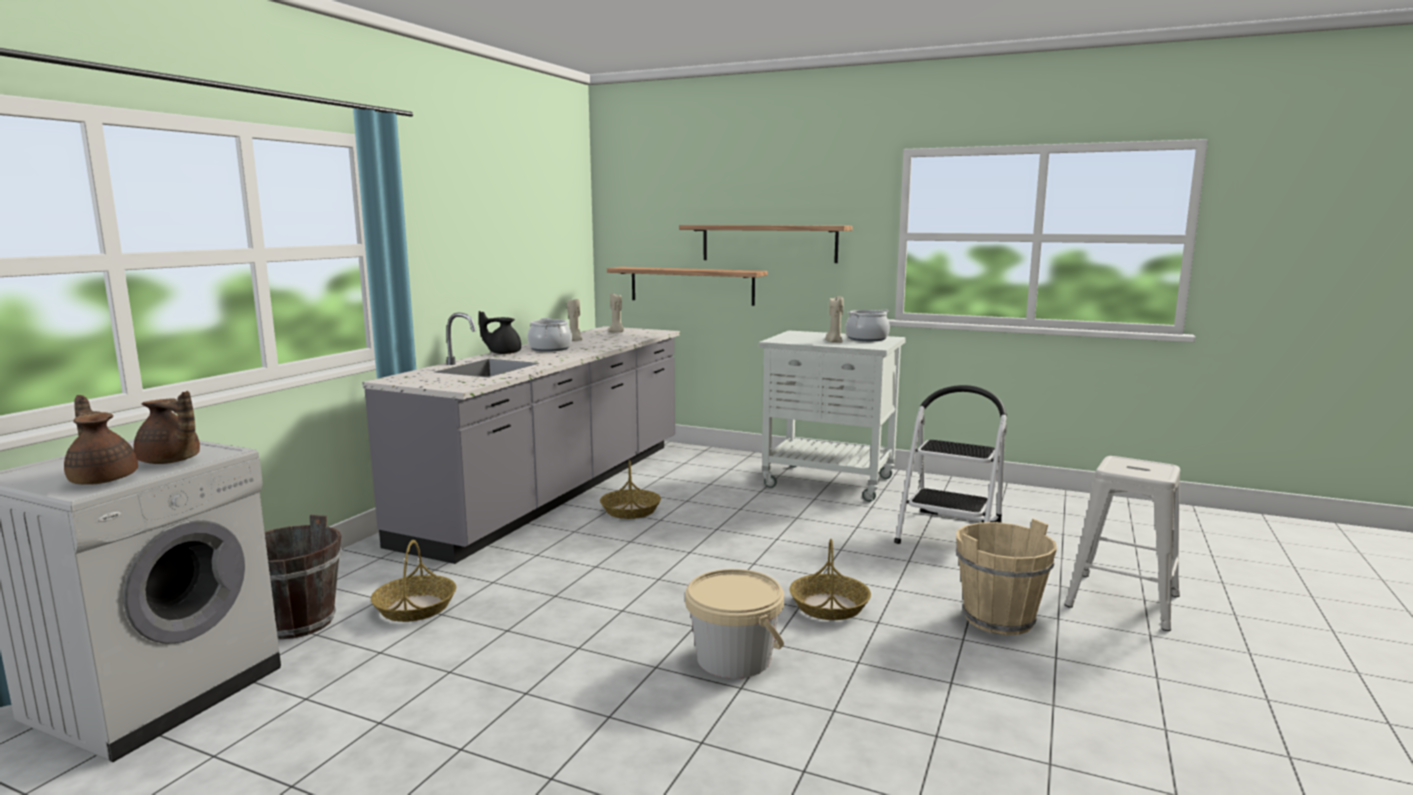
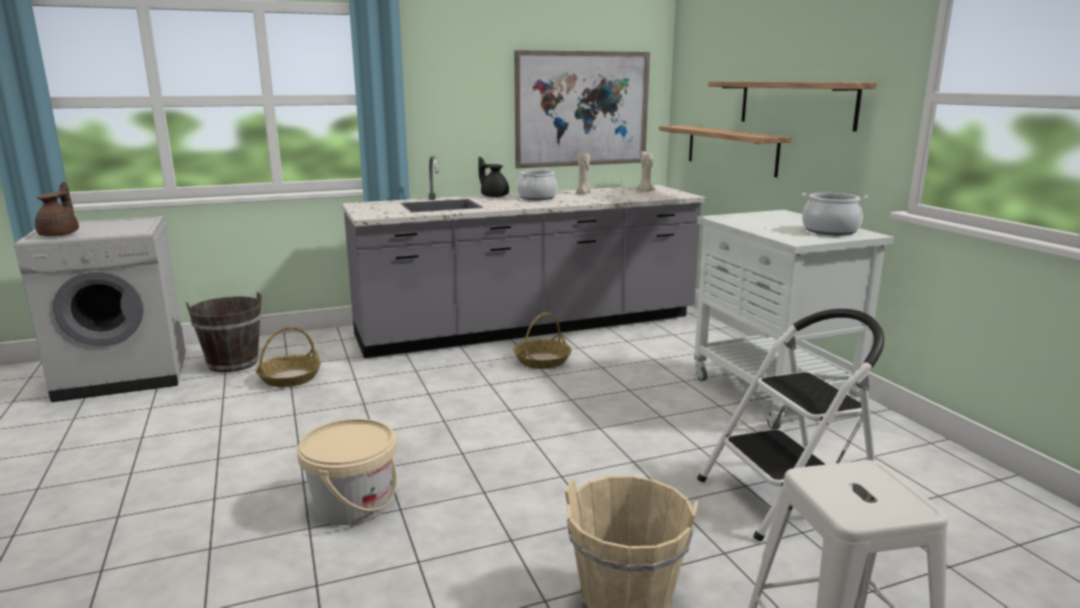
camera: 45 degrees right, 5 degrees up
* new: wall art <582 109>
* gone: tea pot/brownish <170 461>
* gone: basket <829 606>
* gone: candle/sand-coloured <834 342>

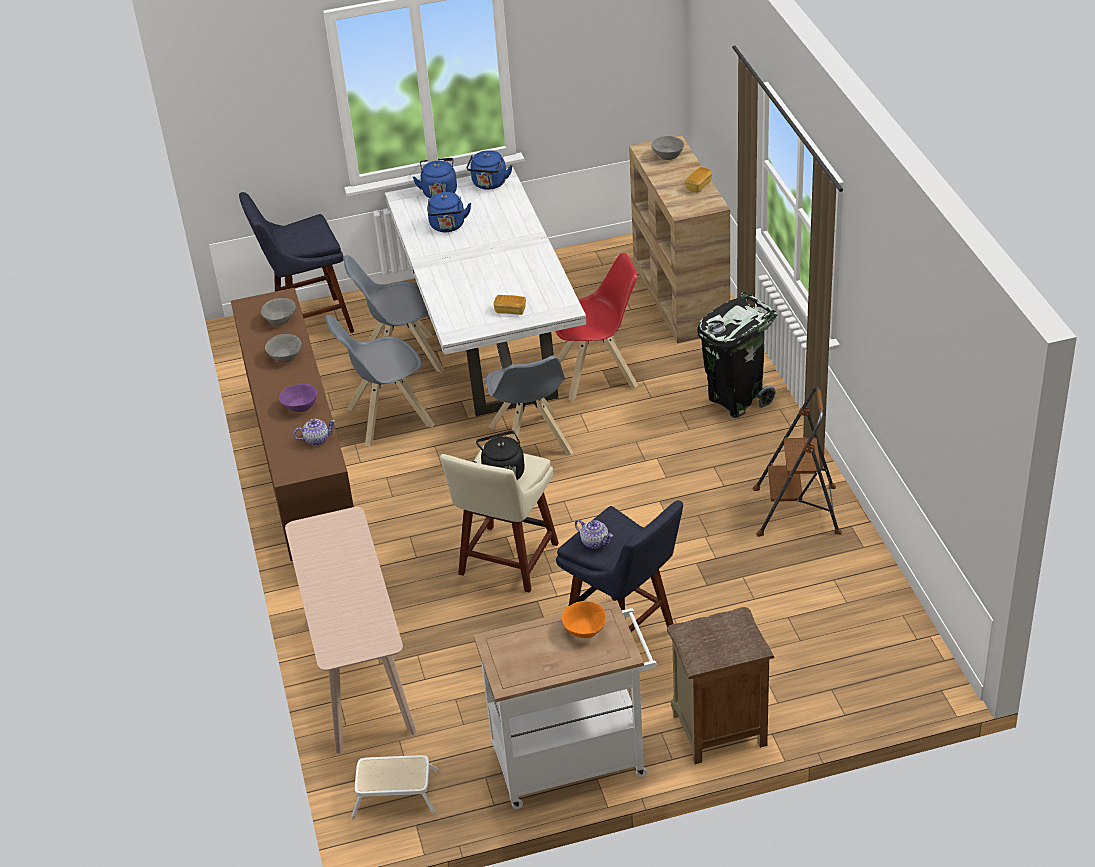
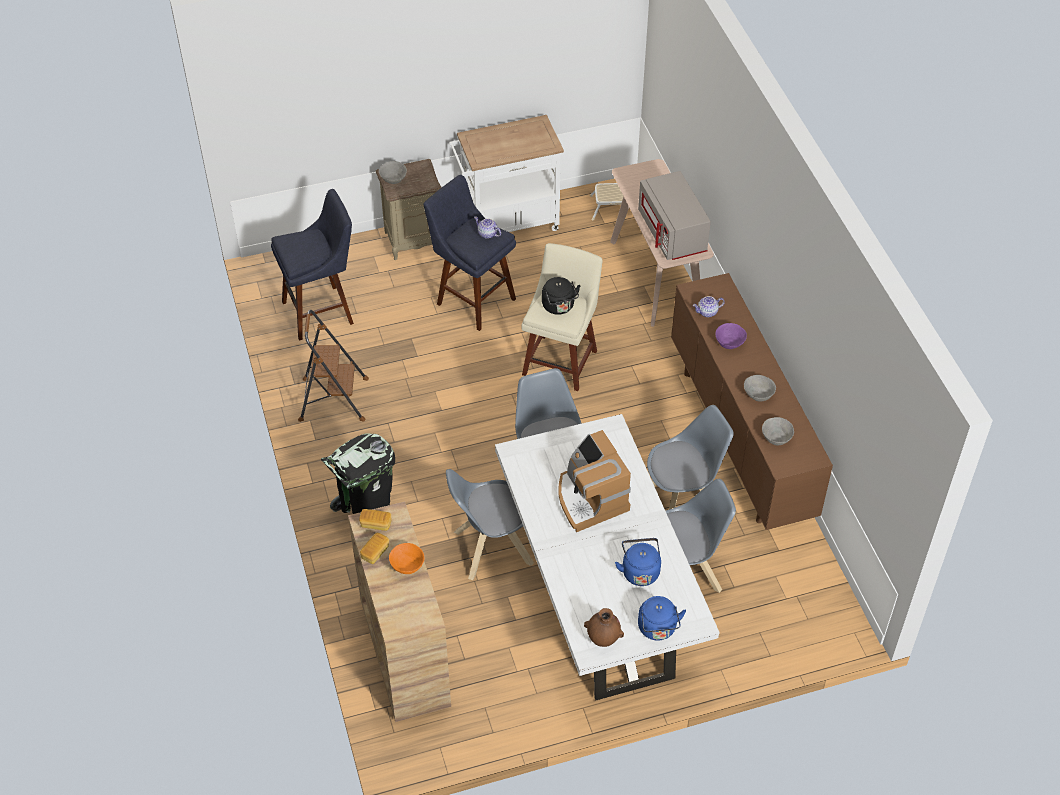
camera: 175 degrees right, 10 degrees up
* shifted: sitting stool/blue-coloured <308 324> to <322 311>
* shifted: bakery bread <510 310> to <376 524>
* shifted: bowl/greyish <668 156> to <393 179>
* shifted: bowl/orange-coloured <584 630> to <408 566>
* repainted: plain chair/red-coloured <598 374> to plain chair/greyish <490 548>
* new: coffee brewer <589 498>
* swapped: kettle/blue-coloured <489 184> to decorative vase/brownish <603 639>
* new: kitchen microwave/greyish <672 233>

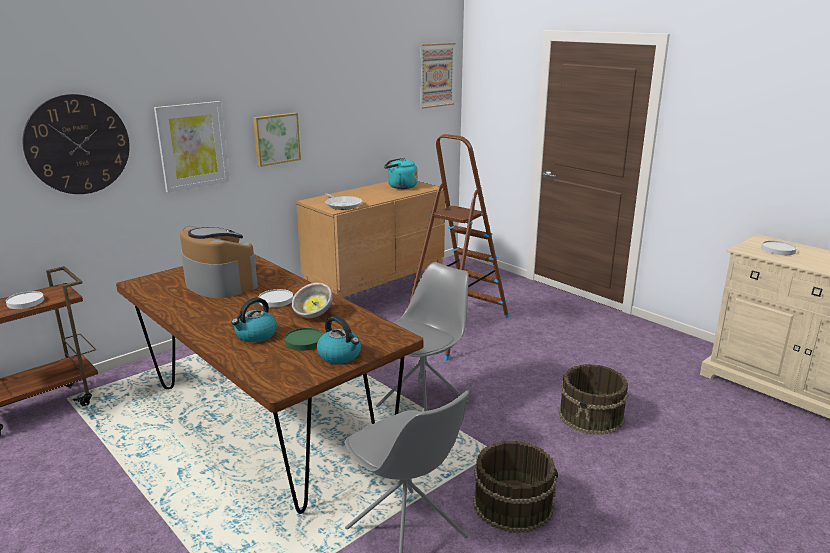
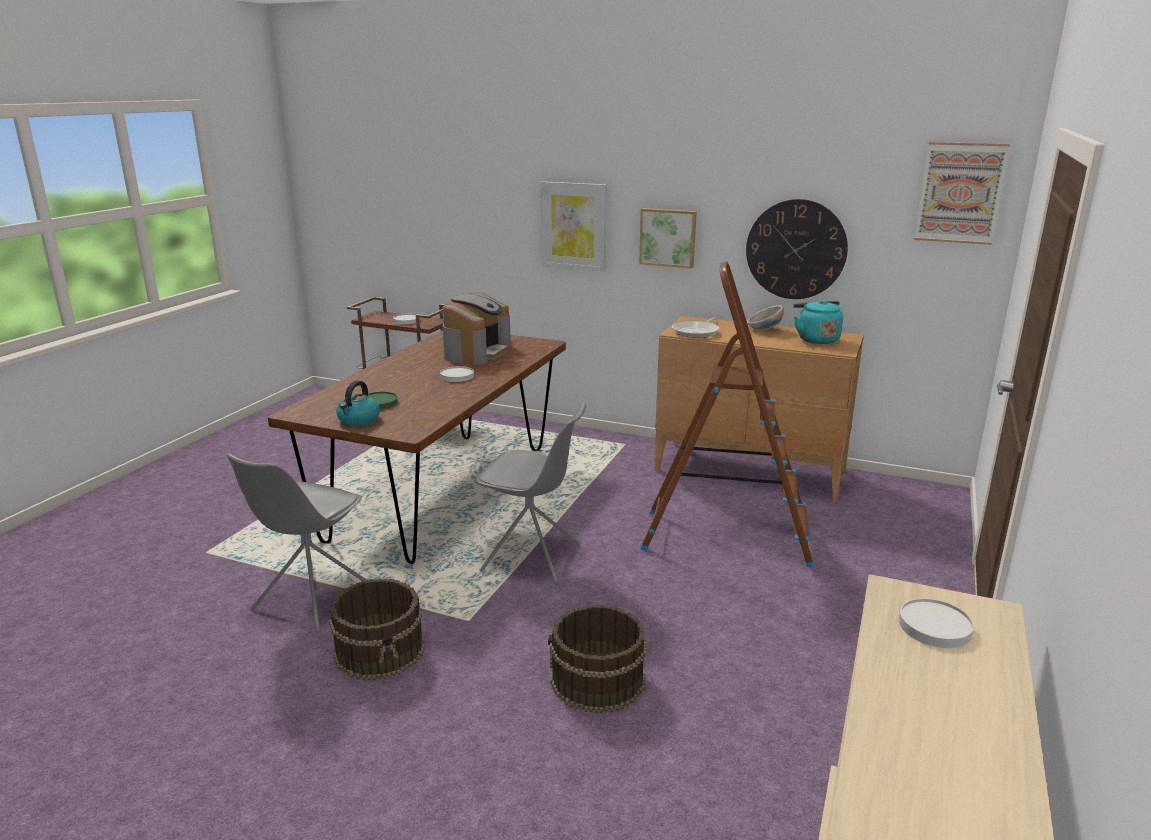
camera: 65 degrees right, 0 degrees up
* shifted: hanging clock <78 145> to <796 249>
* shifted: bowl <313 314> to <764 330>
* gone: kettle <255 335>

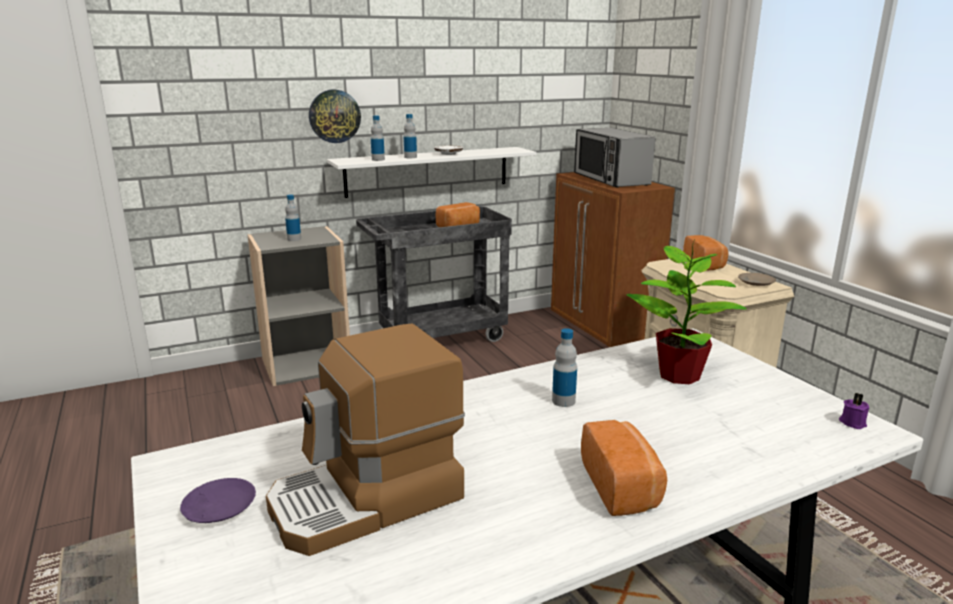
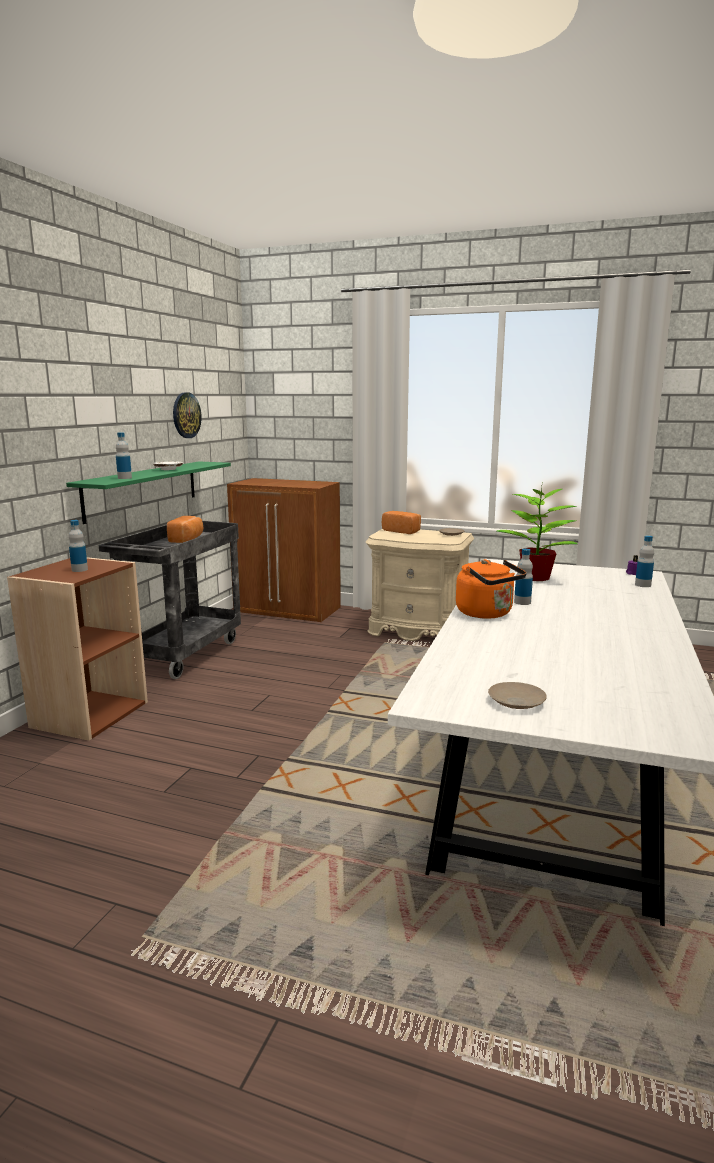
camera: 45 degrees left, 5 degrees down
* repainted: bookshelf/greyish <307 364> to bookshelf/brownish <90 713>
* repainted: shelf/white-coloured <428 171> to shelf/green <143 489>
* shifted: hanging clock <334 116> to <186 415>
* new: kettle/orange-coloured <487 614>
* repainted: plate/purplish <219 508> to plate/sand-coloured <516 702>
* shifted: bottle <410 157> to <643 585>
* gone: coffee brewer <368 500>
* gone: kitchen microwave <610 179>
* gone: bakery bread <622 486>

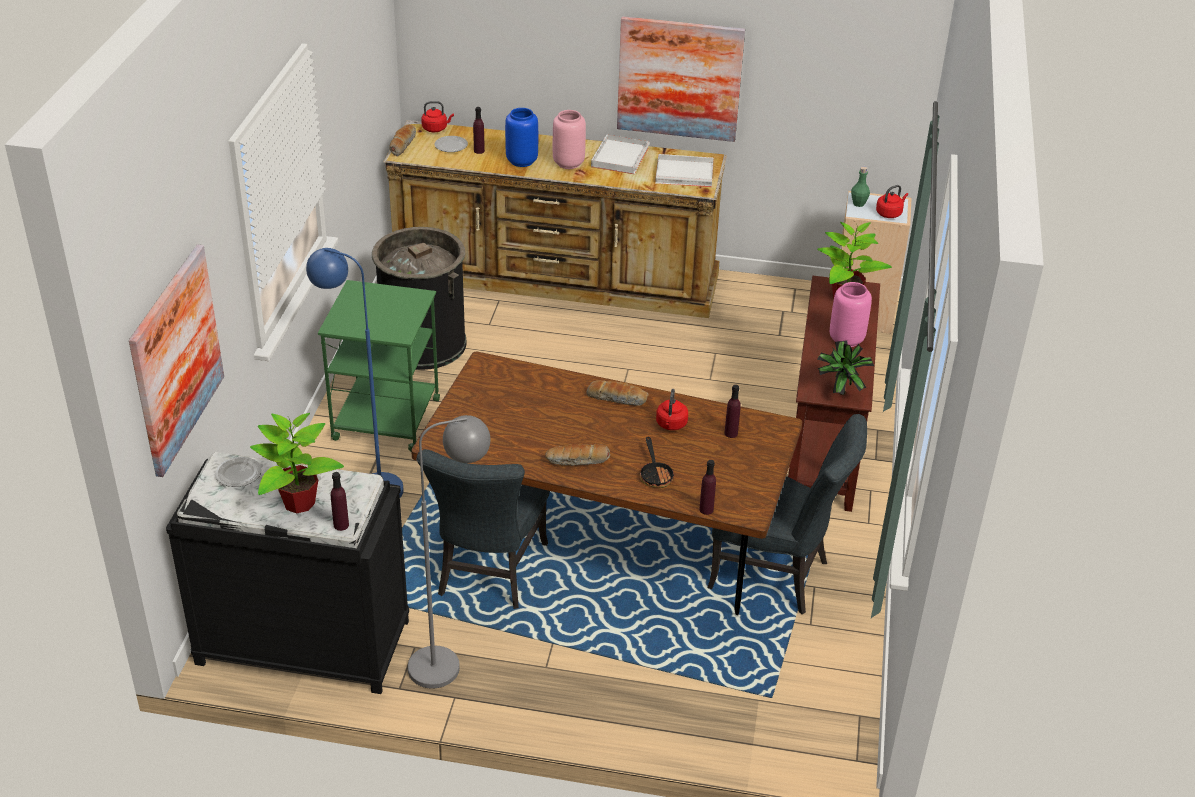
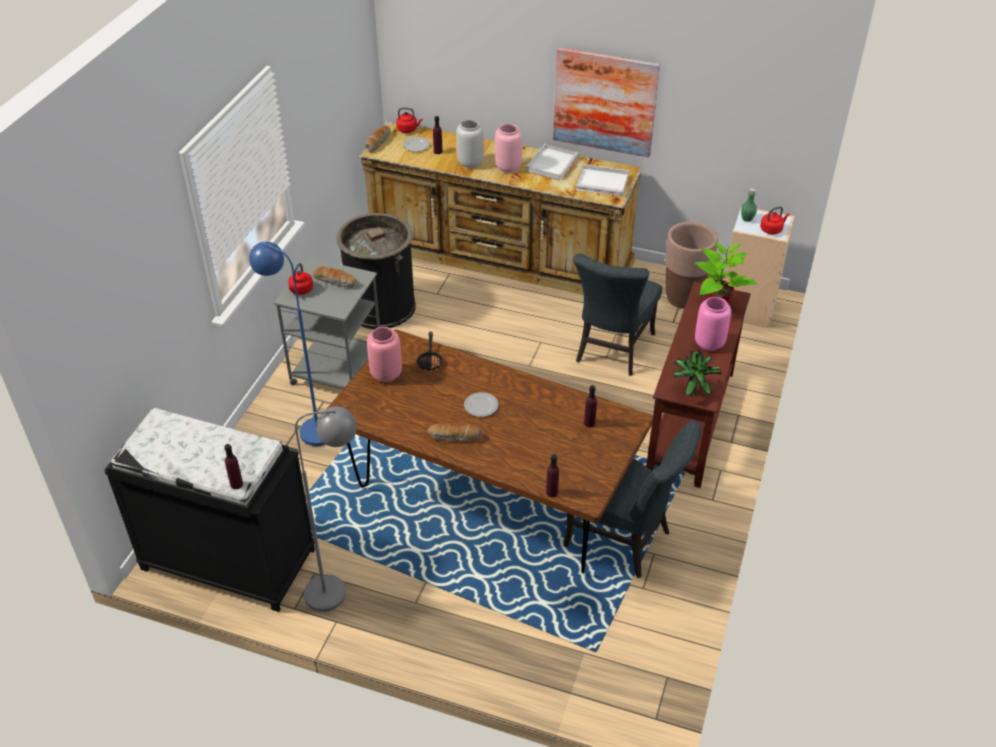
camera: 10 degrees right, 5 degrees up
* repainted: trolley/green <386 417> to trolley/greyish <337 369>
* shifted: kettle/red-coloured <671 425> to <300 290>
* shifted: bakery bread <617 398> to <336 281>
* new: decorative vase/pinkish <386 374>
* shifted: pan <655 474> to <430 361>
* repainted: decorative vase/blue-coloured <521 161> to decorative vase/greyish <470 163>
* shifted: plate <238 474> to <481 406>
* shifted: plain chair/greyish <488 574> to <612 350>
* new: plant pot/brownish <683 298>
* gone: wall art <176 359>
* gone: potted plant <298 502>

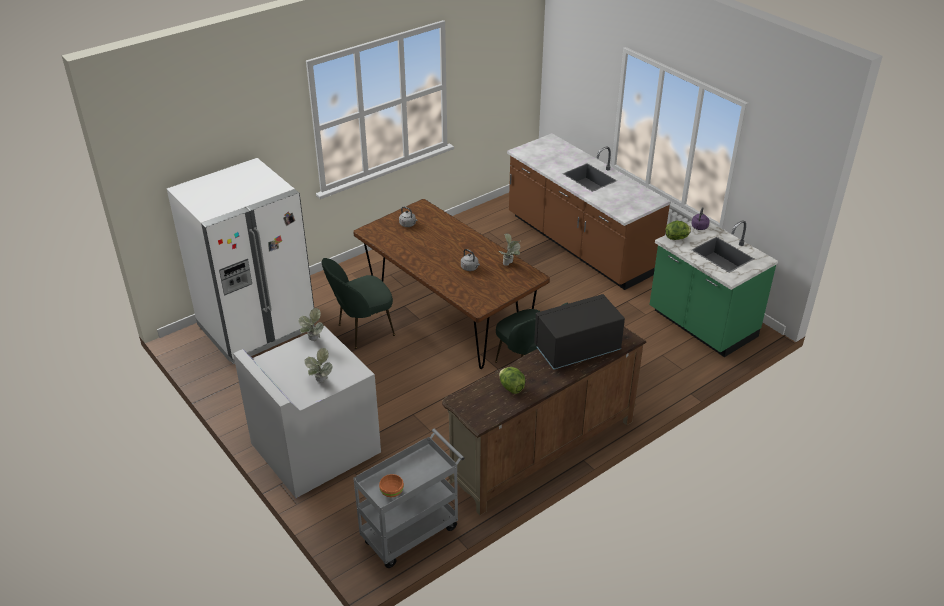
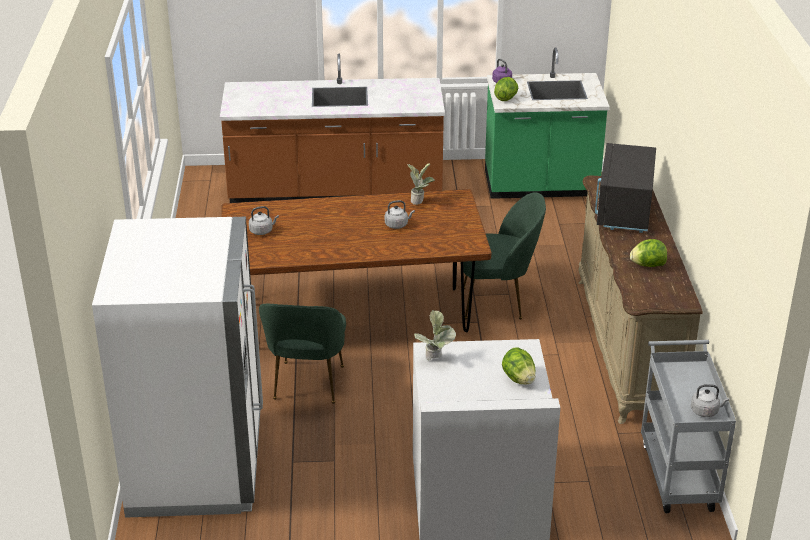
camera: 55 degrees left, 5 degrees down
* swapped: potted plant <320 383> to lettuce head <519 379>
* swapped: bowl/orange-coloured <392 492> to kettle/greyish <706 411>

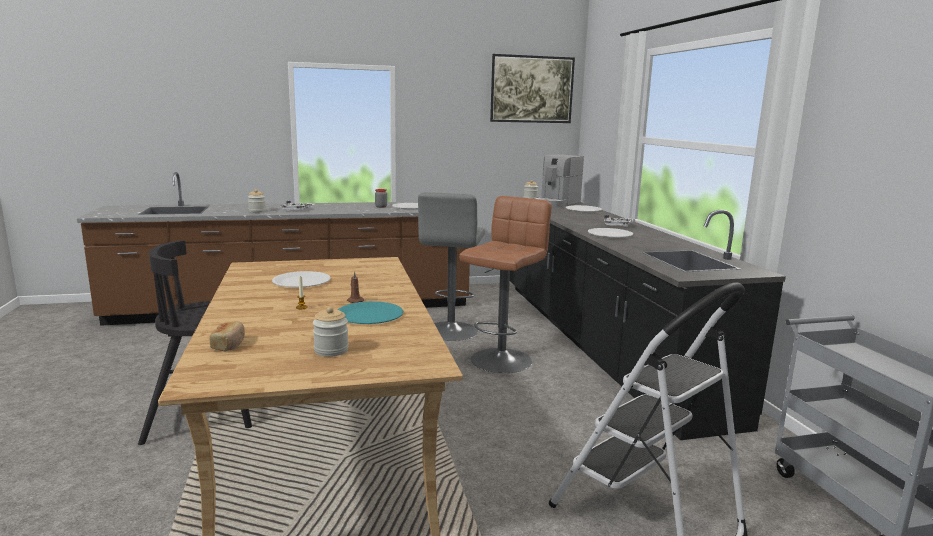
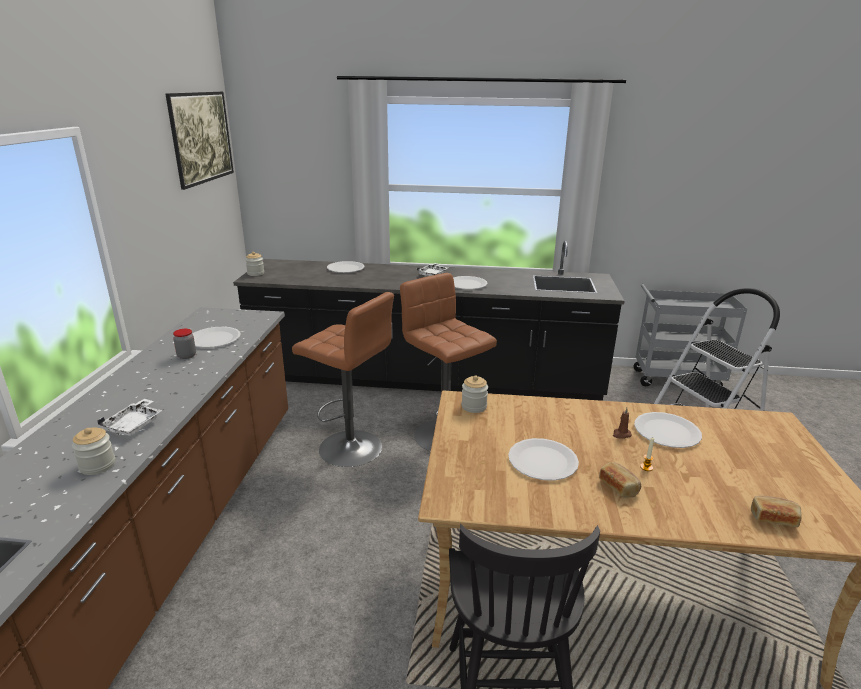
camera: 70 degrees left, 10 degrees up
* repainted: sitting stool/greyish <450 331> to sitting stool/brownish <350 449>
* shifted: preserve jar <331 350> to <474 406>
* new: bakery bread <619 486>
* repainted: plate/blue-green <369 315> to plate/white-coloured <667 431>
* gone: coffee brewer <556 203>

